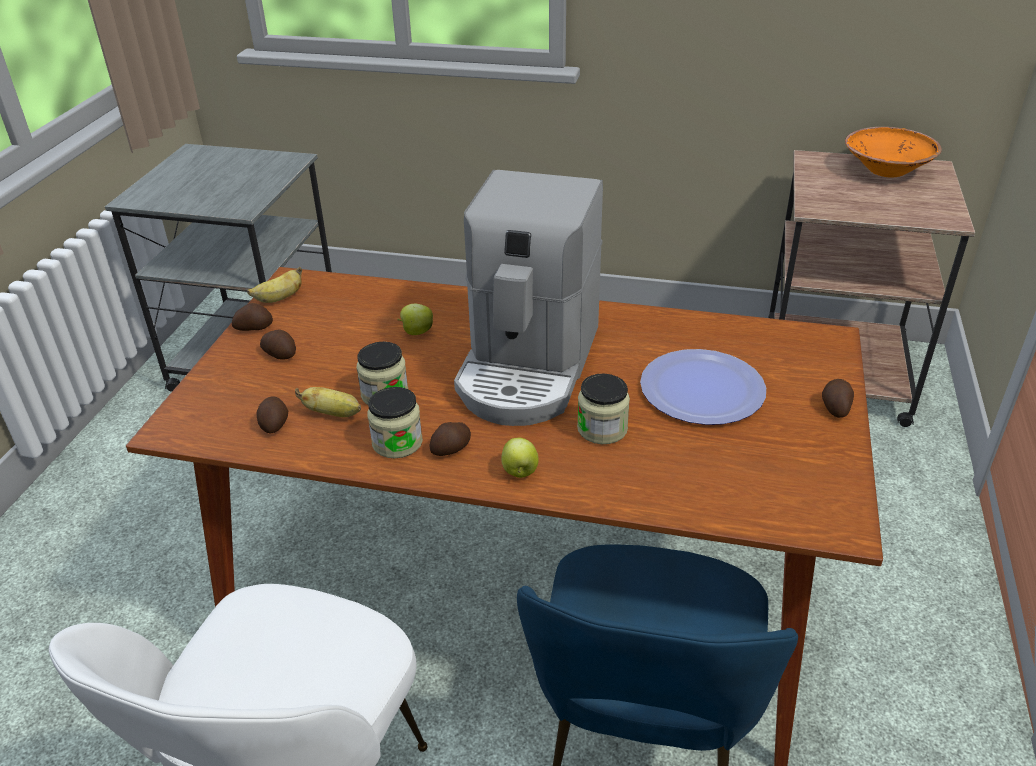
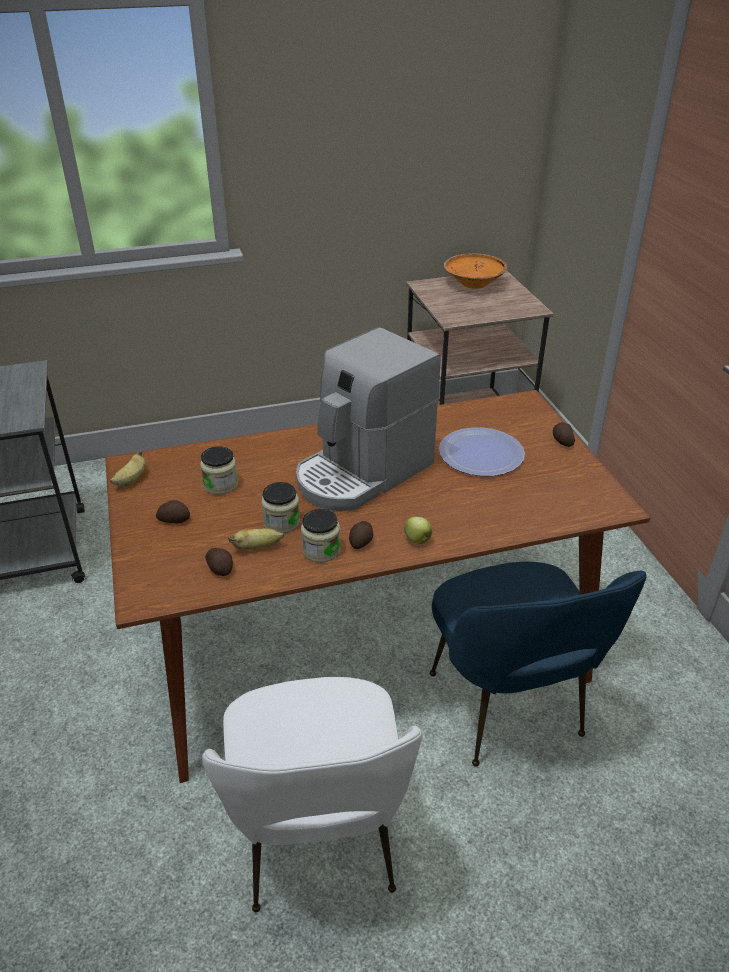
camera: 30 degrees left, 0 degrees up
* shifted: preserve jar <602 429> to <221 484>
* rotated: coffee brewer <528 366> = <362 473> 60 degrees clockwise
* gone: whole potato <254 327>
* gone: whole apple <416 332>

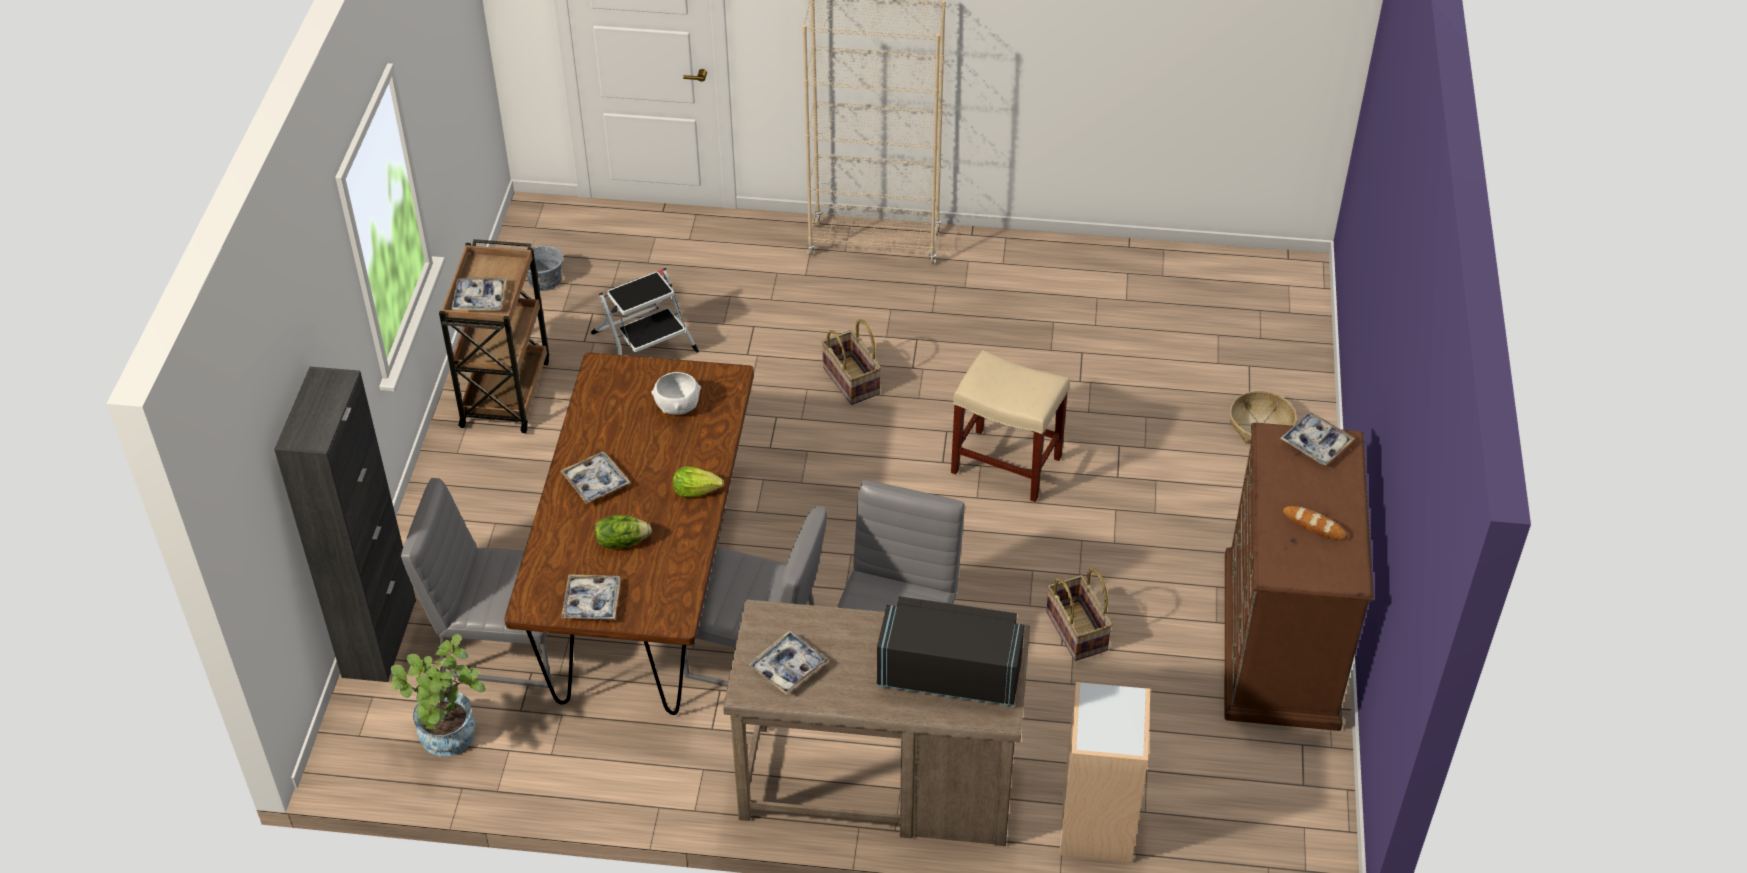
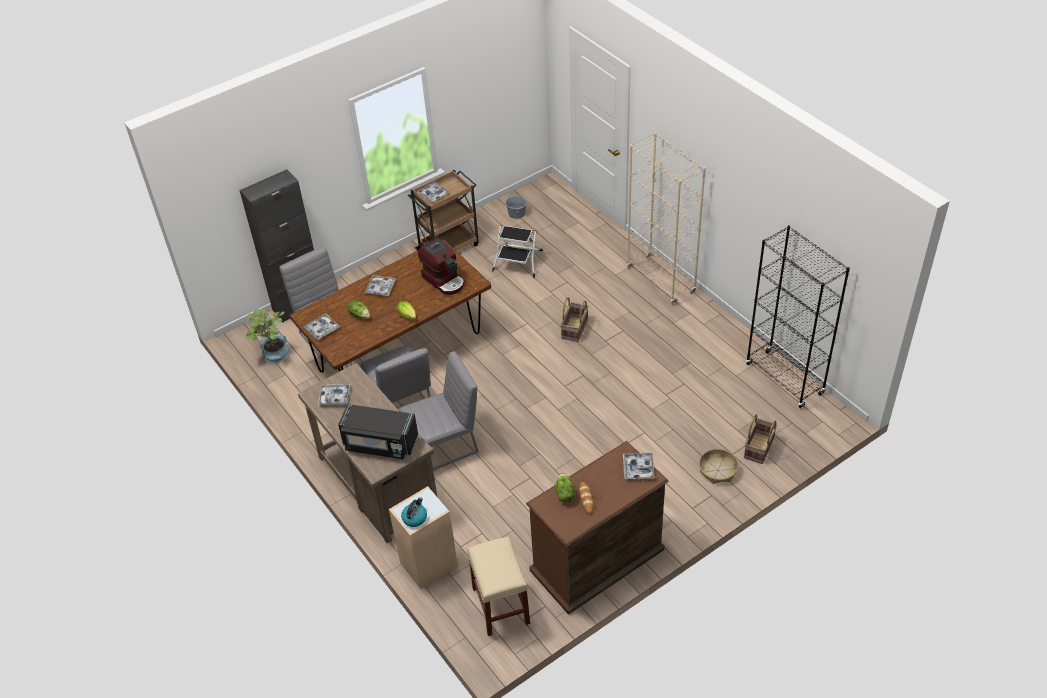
camera: 50 degrees right, 0 degrees up
* rotated: kitchen microwave/blackish <950 674> = <380 443> 135 degrees clockwise
* new: kettle <415 518>
* swapped: bowl/white-coloured <677 406> to coffee brewer <444 280>
* shifted: sitting stool/sand-coloured <1008 465> to <501 606>
* new: lettuce head <564 494>
* shifted: basket <1078 631> to <759 448>
* new: bookshelf/blackish <784 379>

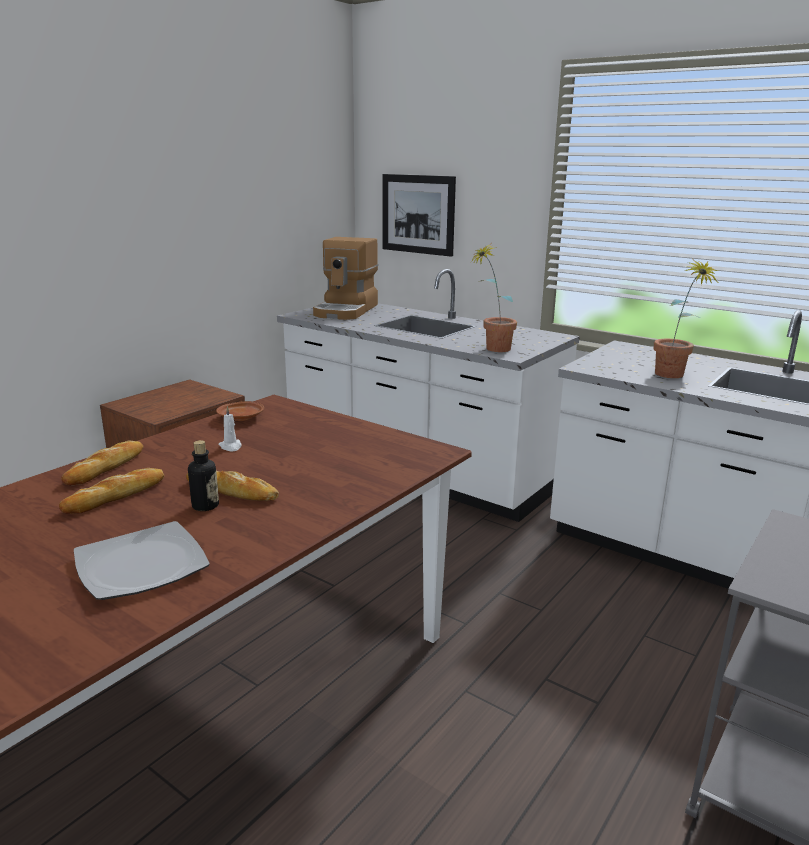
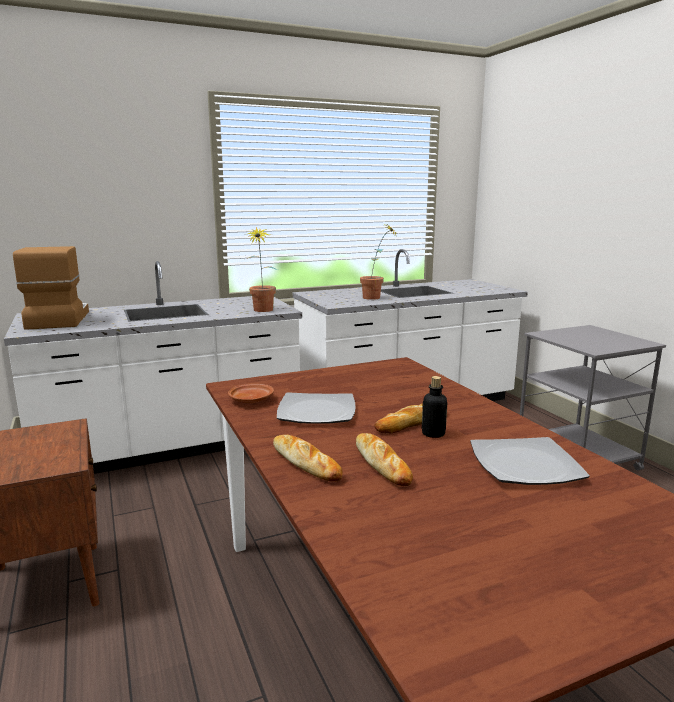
camera: 60 degrees left, 5 degrees down
* rotated: coffee brewer <347 310> = <57 319> 150 degrees counterclockwise
* swapped: candle/white-coloured <231 447> to plate <317 412>
* gone: wall art <418 214>

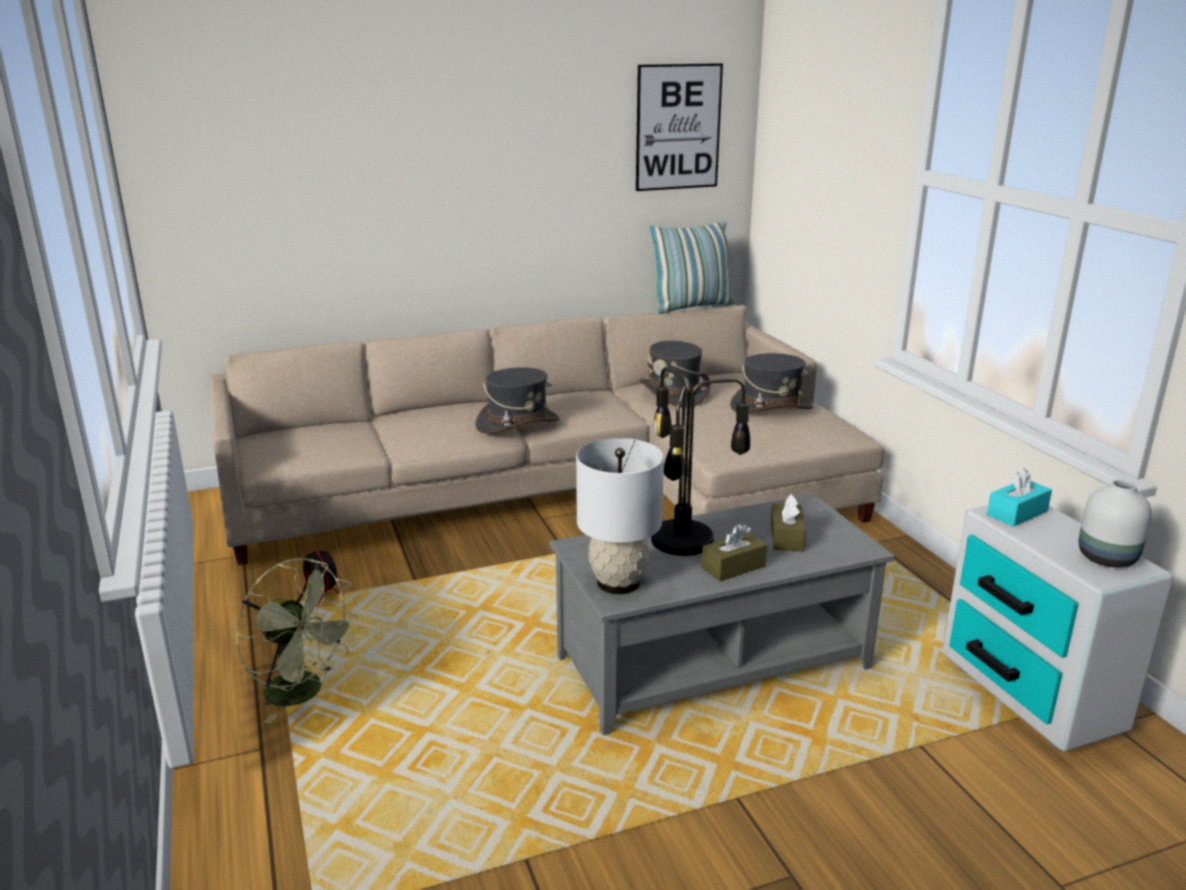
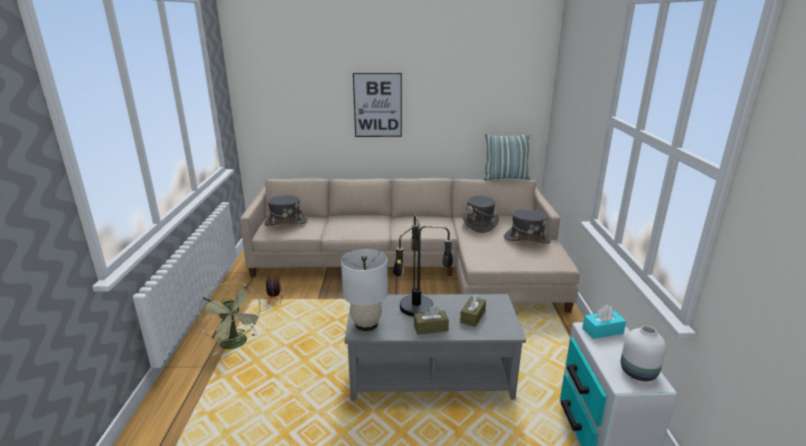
camera: 20 degrees right, 0 degrees up
* shifted: clothing hat/greyish <518 423> to <285 222>
* shifted: wall art <678 127> to <377 105>

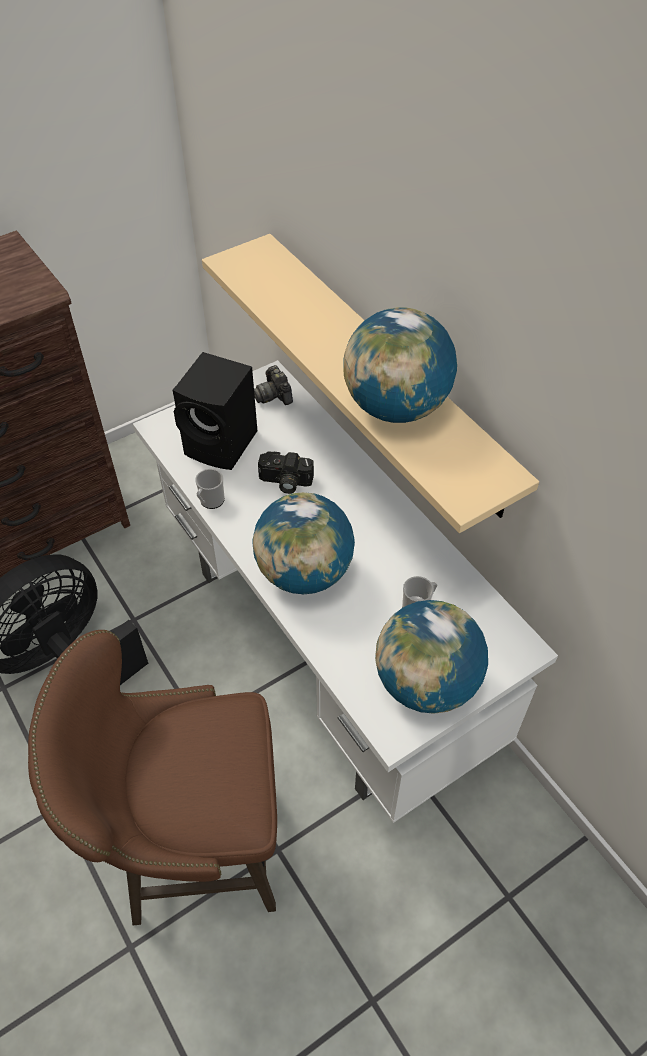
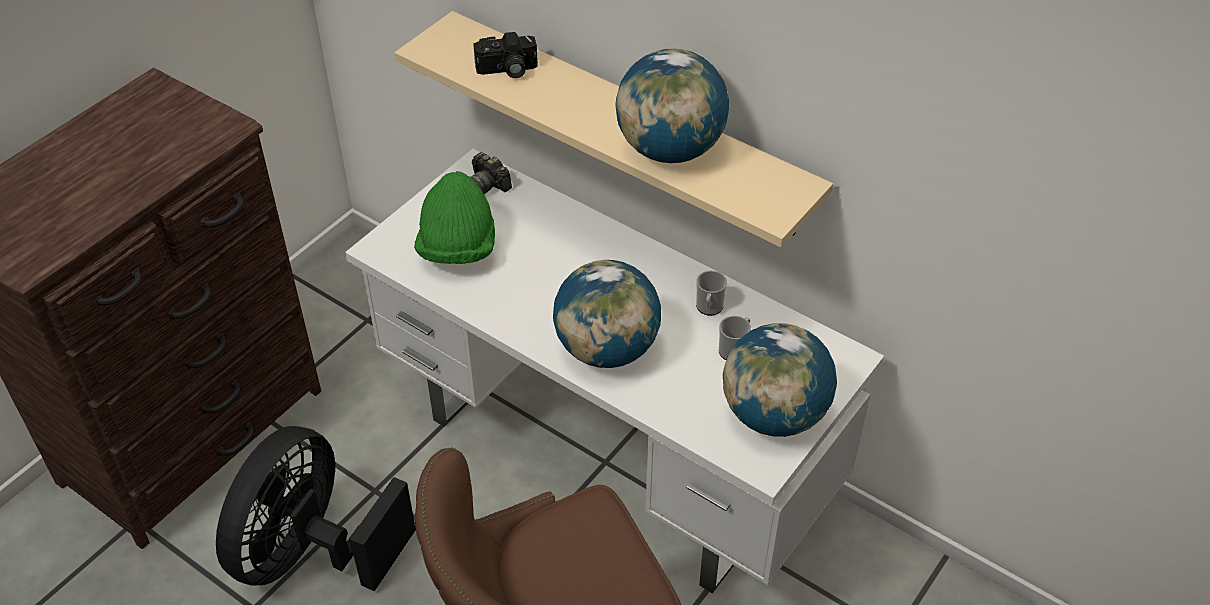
camera: 20 degrees left, 5 degrees down
* swapped: loudspeaker/blackish <223 444> to clothing hat/green <458 248>
* shifted: photo camera <285 482> to <507 70>
* shifted: tea mug <210 501> to <709 308>

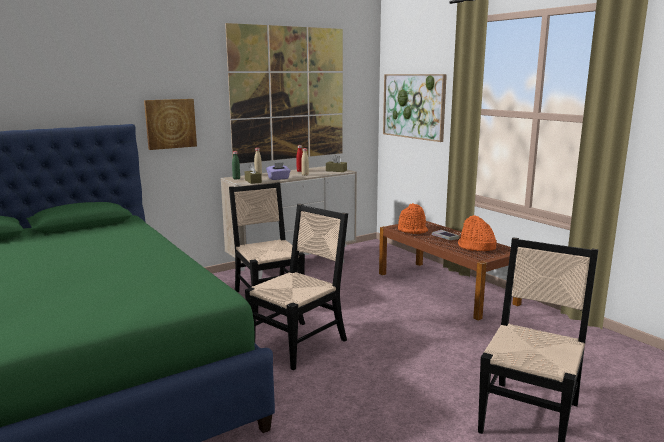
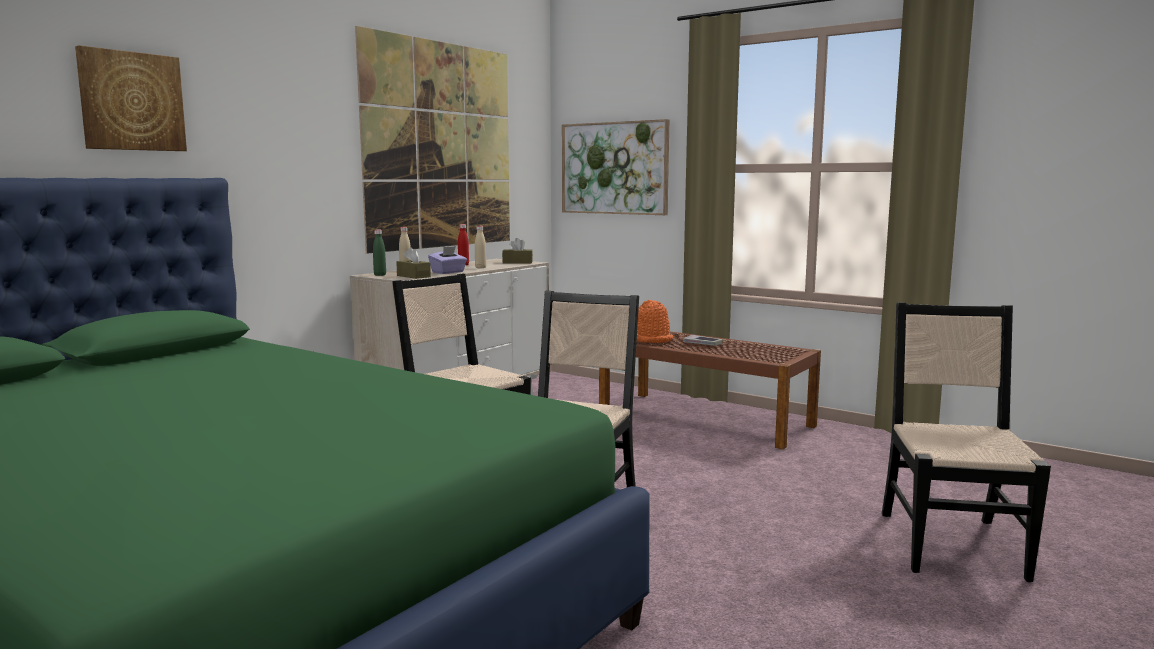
camera: 20 degrees left, 5 degrees down
* shifted: wall art <170 123> to <131 101>
* gone: clothing hat/orange-coloured <476 247>

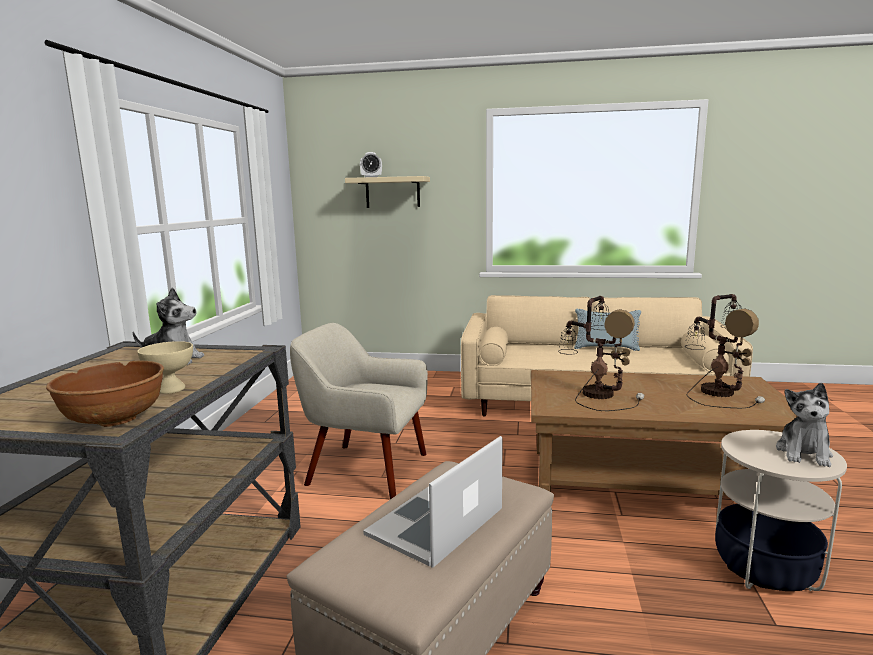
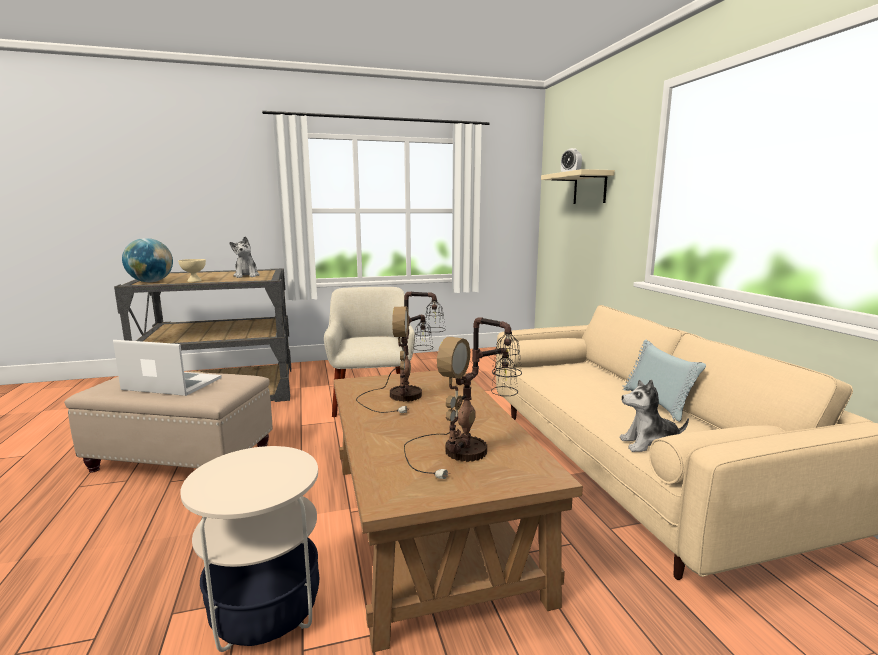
camera: 65 degrees right, 0 degrees up
* swapped: bowl/brownish <114 418> to globe <151 282>
* shifted: cuddly toy <804 453> to <649 445>

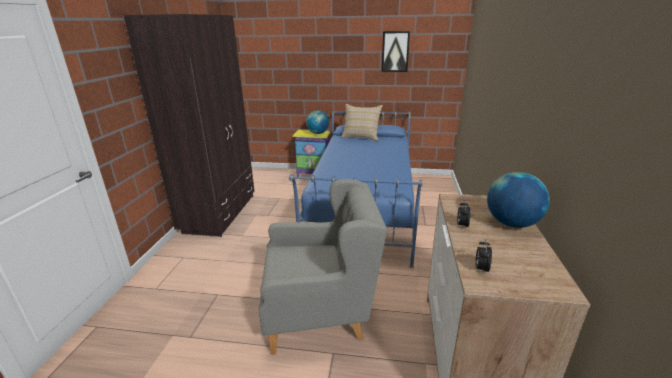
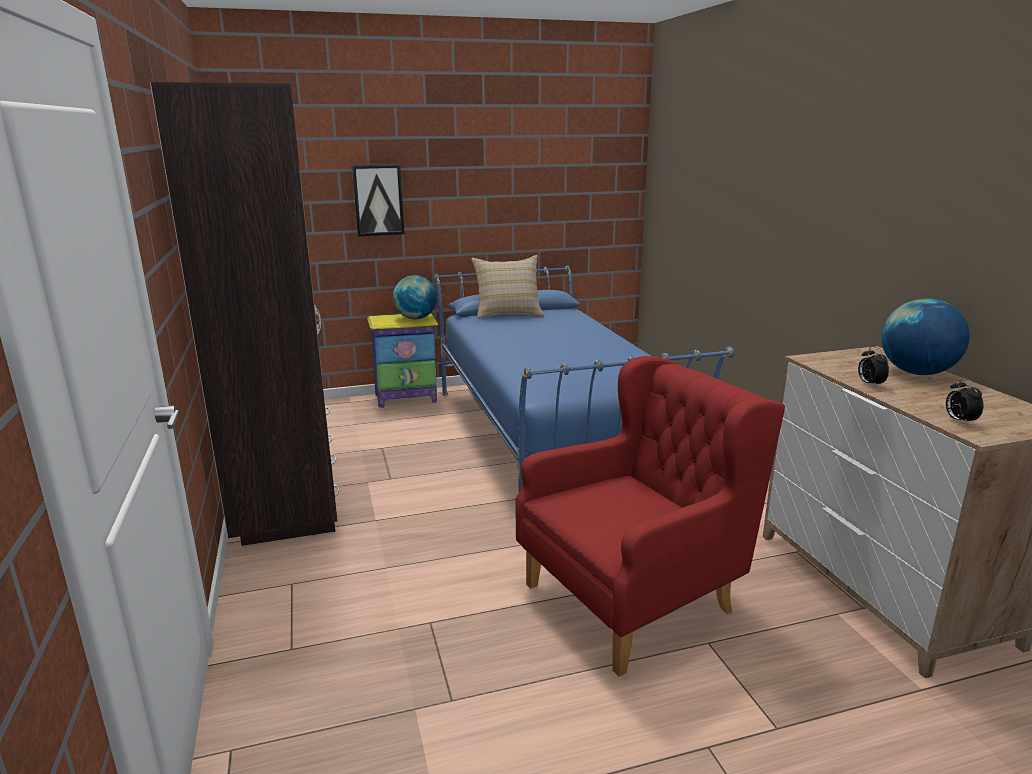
camera: 25 degrees left, 5 degrees down
* shifted: wall art <395 51> to <378 200>
* repainted: lounge chair/greyish <320 314> to lounge chair/red-coloured <636 598>

